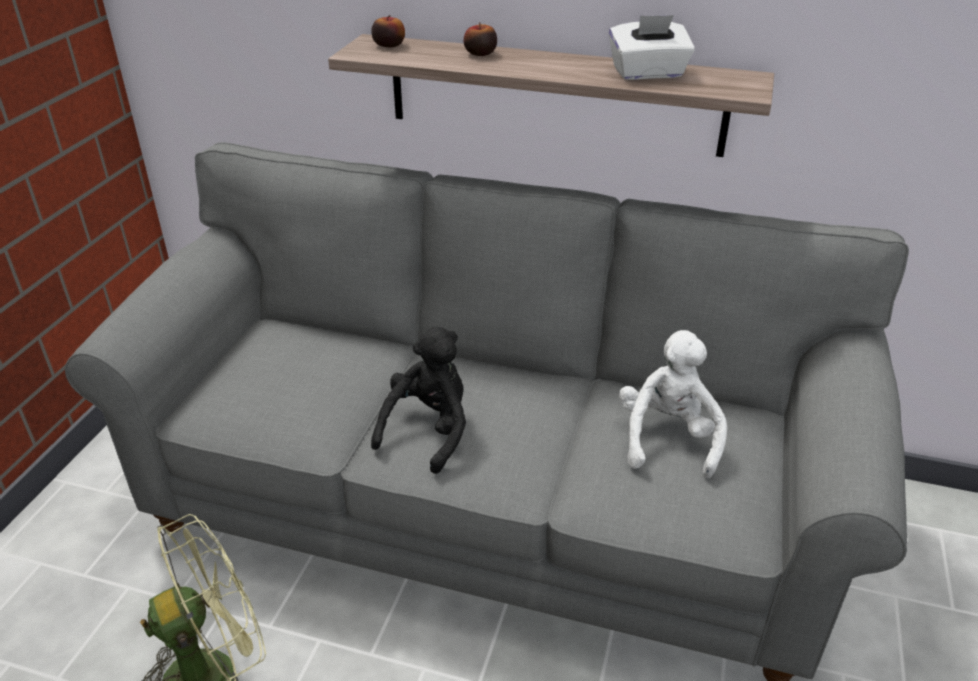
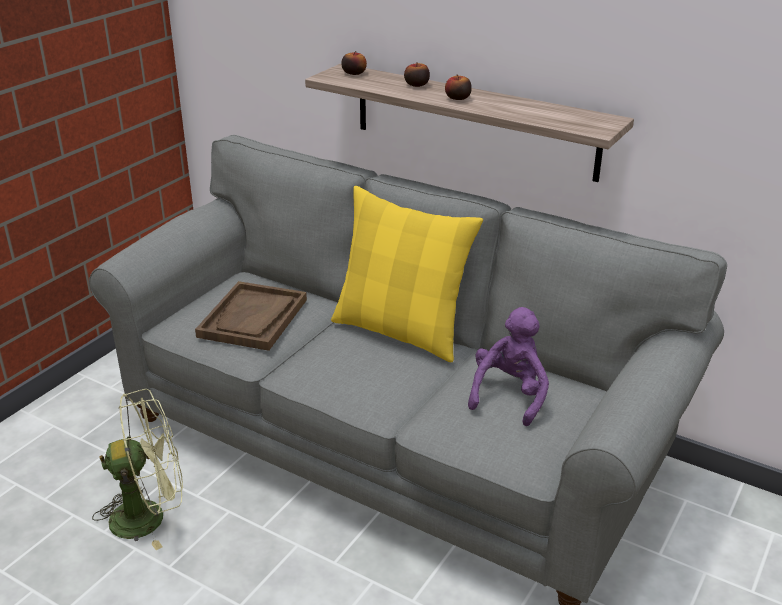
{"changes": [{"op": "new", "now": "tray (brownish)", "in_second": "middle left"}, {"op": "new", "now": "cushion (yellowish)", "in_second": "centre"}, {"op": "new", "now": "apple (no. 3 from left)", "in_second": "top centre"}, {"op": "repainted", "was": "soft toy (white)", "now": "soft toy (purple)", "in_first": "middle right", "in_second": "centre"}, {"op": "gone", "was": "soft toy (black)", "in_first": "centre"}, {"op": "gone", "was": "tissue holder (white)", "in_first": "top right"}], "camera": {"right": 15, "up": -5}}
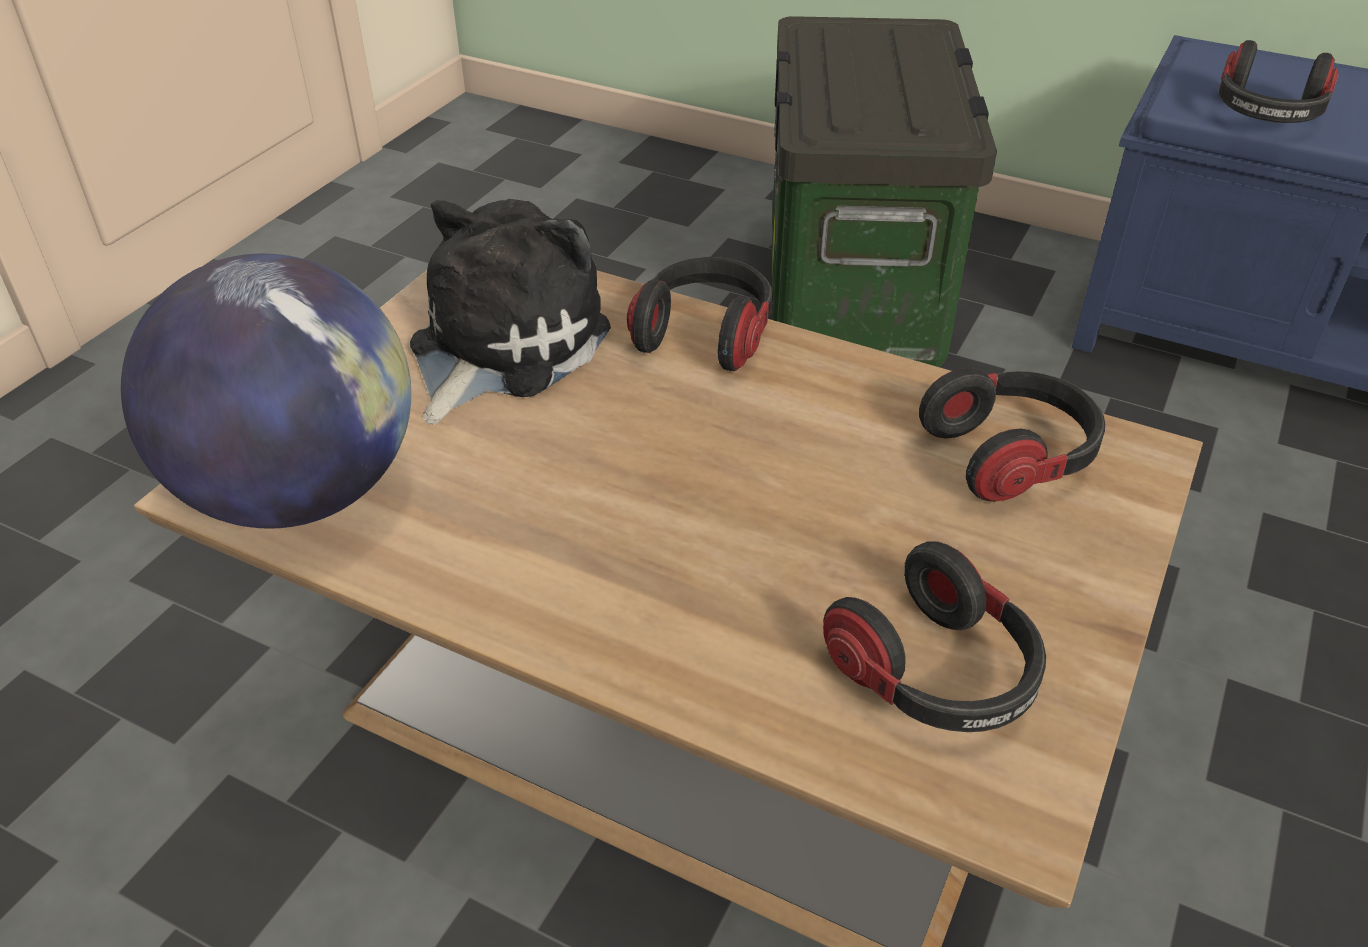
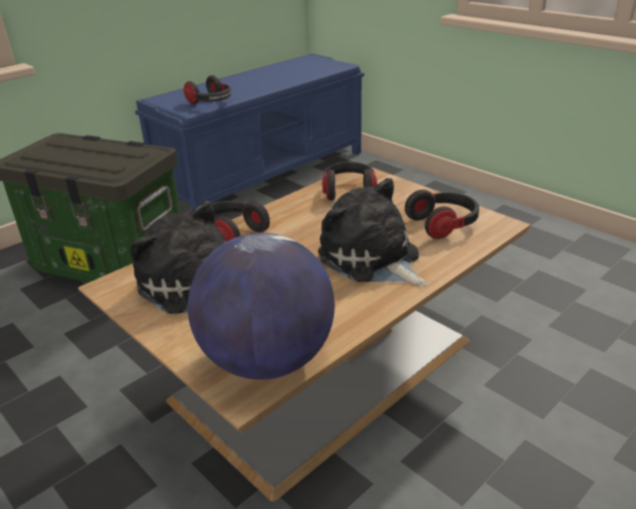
{"changes": [{"op": "new", "now": "soft toy (no. 2 from left)", "in_second": "centre"}], "camera": {"right": -70, "up": -10}}
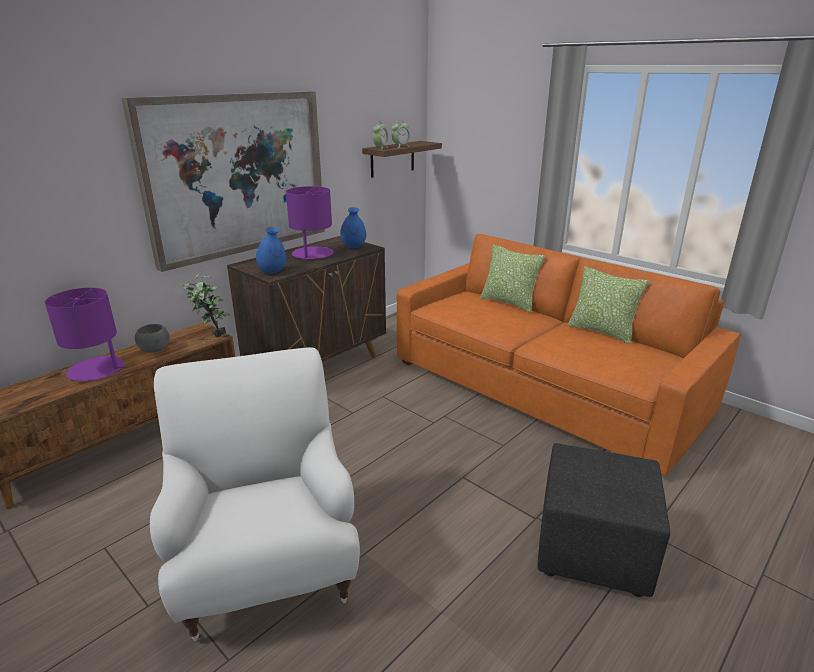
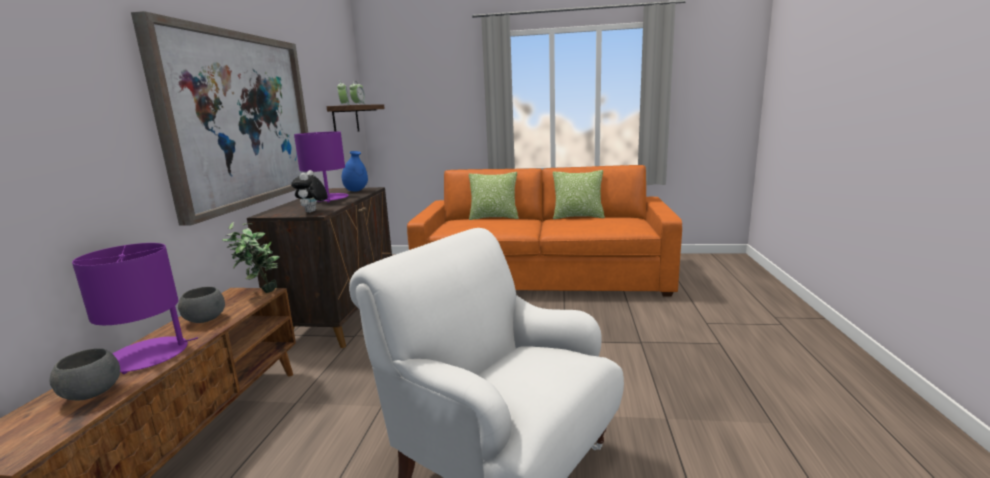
{"changes": [{"op": "new", "now": "serving bowl (greyish) (no. 1 from left)", "in_second": "bottom left"}, {"op": "swapped", "was": "decorative vase (blue) (no. 1 from left)", "now": "soft toy", "in_first": "middle left", "in_second": "middle left"}, {"op": "gone", "was": "ottoman (black)", "in_first": "bottom right"}], "camera": {"right": -35, "up": -10}}
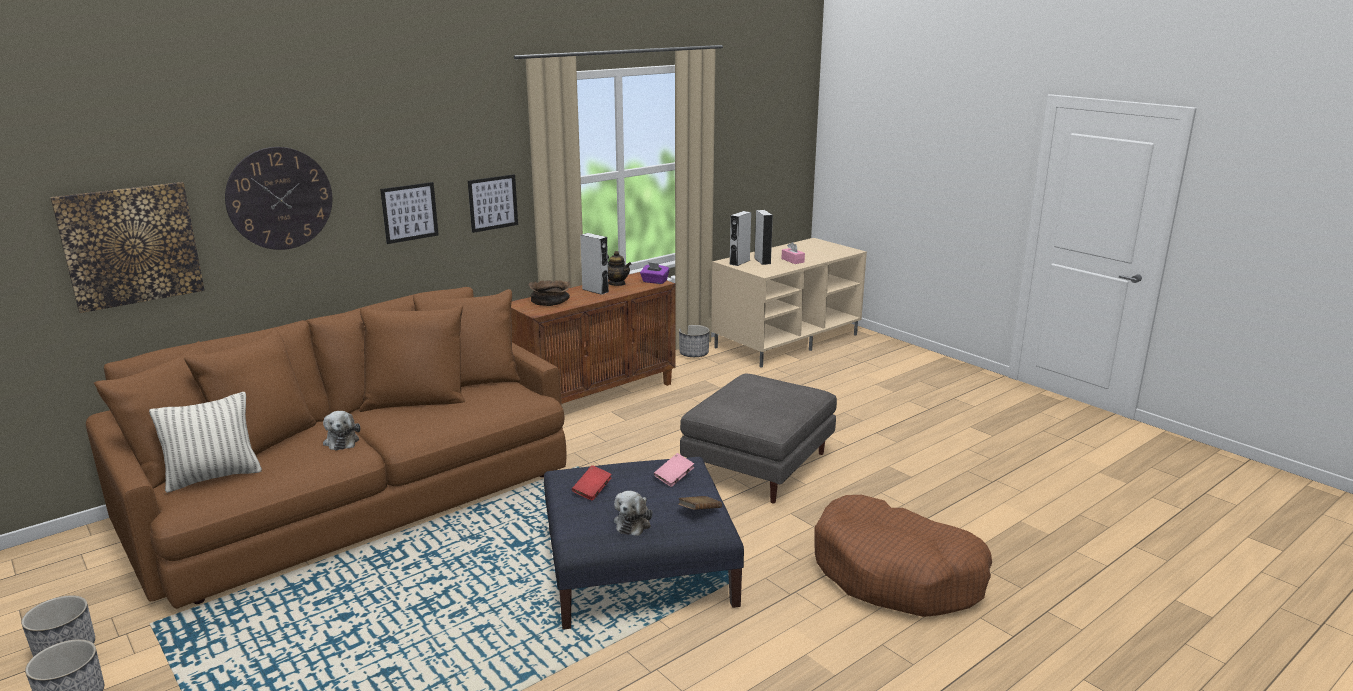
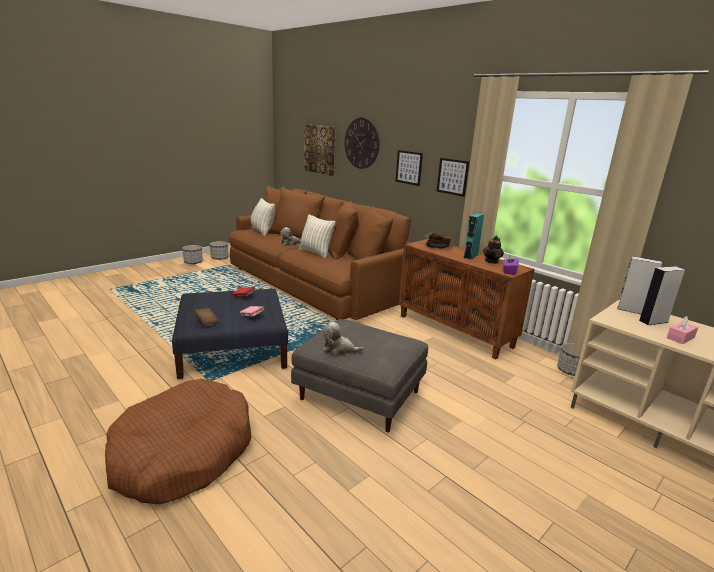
{"changes": [{"op": "new", "now": "cushion (no. 2 from left)", "in_second": "centre"}, {"op": "shifted", "was": "soft toy (no. 2 from left)", "in_first": "bottom centre", "in_second": "centre"}, {"op": "repainted", "was": "speaker (greyish) (no. 1 from left)", "now": "speaker (turquoise-coloured)", "in_first": "centre", "in_second": "centre"}], "camera": {"right": 85, "up": 0}}
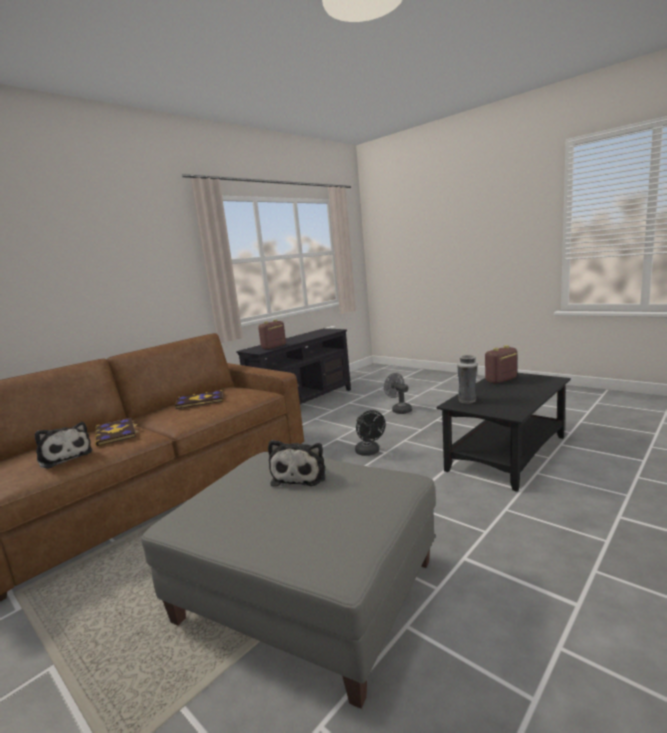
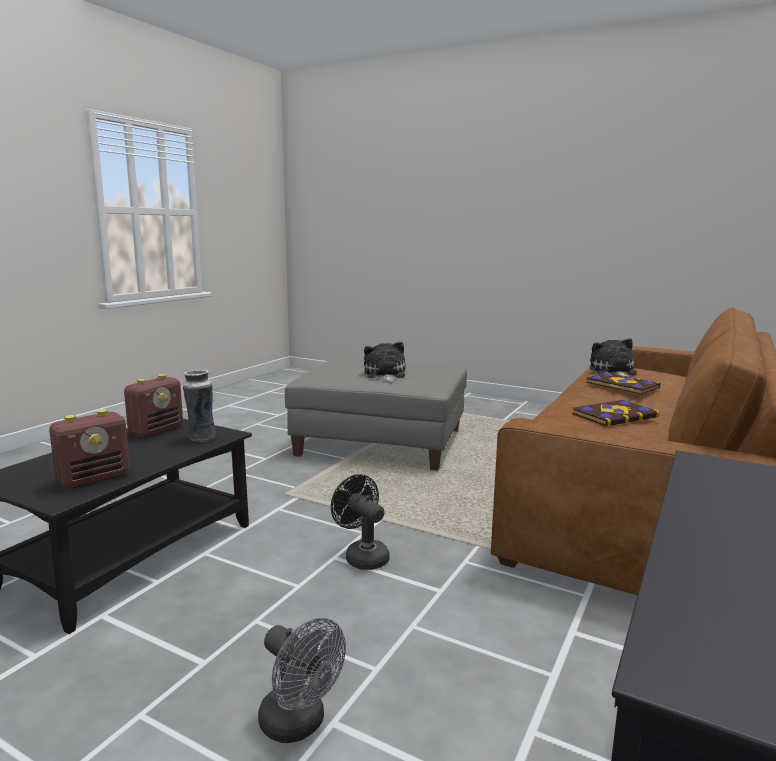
{"changes": [{"op": "shifted", "was": "radio receiver (no. 1 from left in the first image)", "now": "radio receiver (no. 2 from left)", "in_first": "centre", "in_second": "middle left"}, {"op": "rotated", "was": "soft toy (no. 1 from left in the first image)", "in_first": "middle left", "in_second": "middle right", "clockwise": 60}], "camera": {"right": 165, "up": 0}}
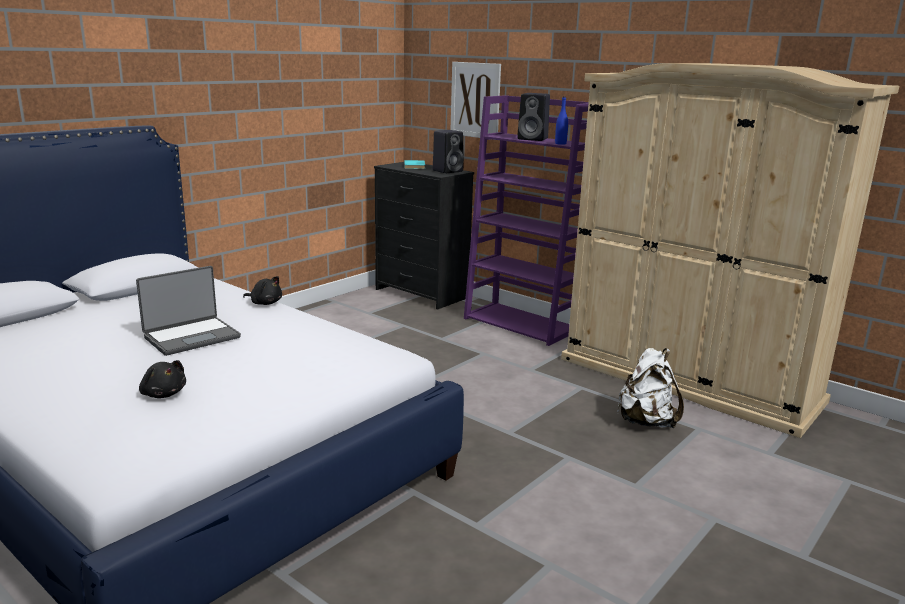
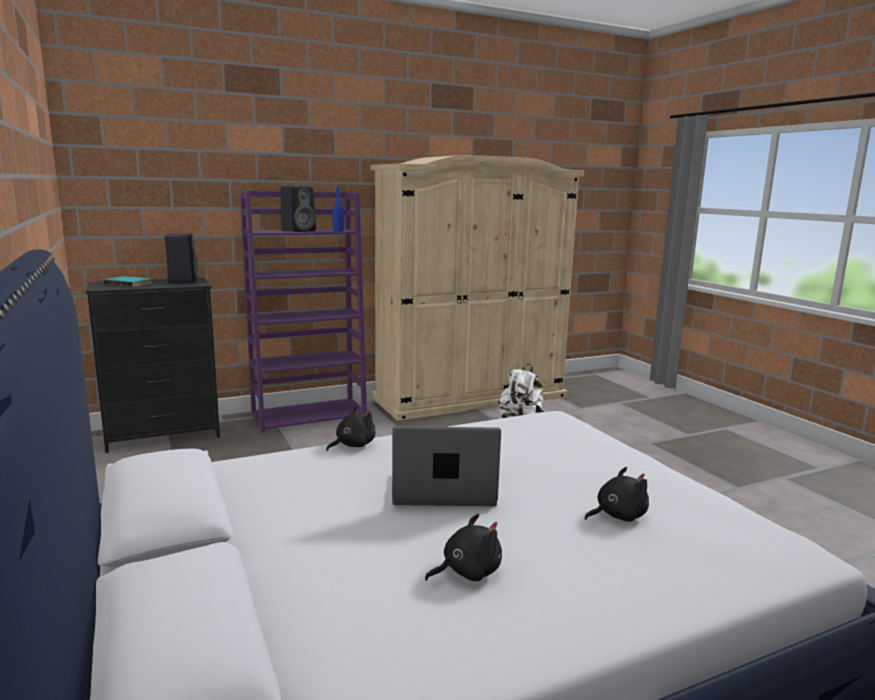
{"changes": [{"op": "rotated", "was": "notebook computer", "in_first": "middle left", "in_second": "centre", "clockwise": -75}, {"op": "new", "now": "soft toy (black) (no. 2 from left)", "in_second": "bottom centre"}, {"op": "gone", "was": "wall picture", "in_first": "top centre"}], "camera": {"right": -65, "up": -5}}
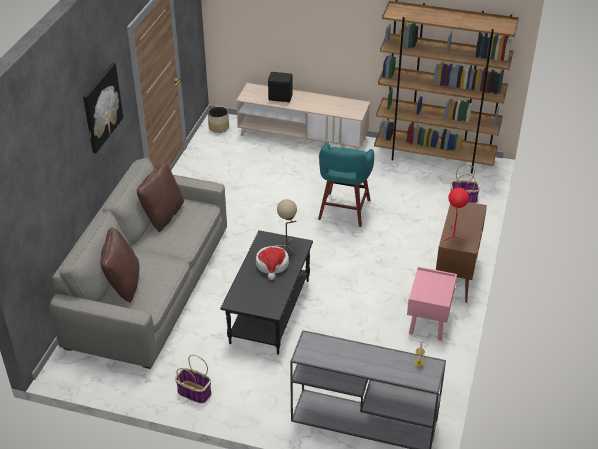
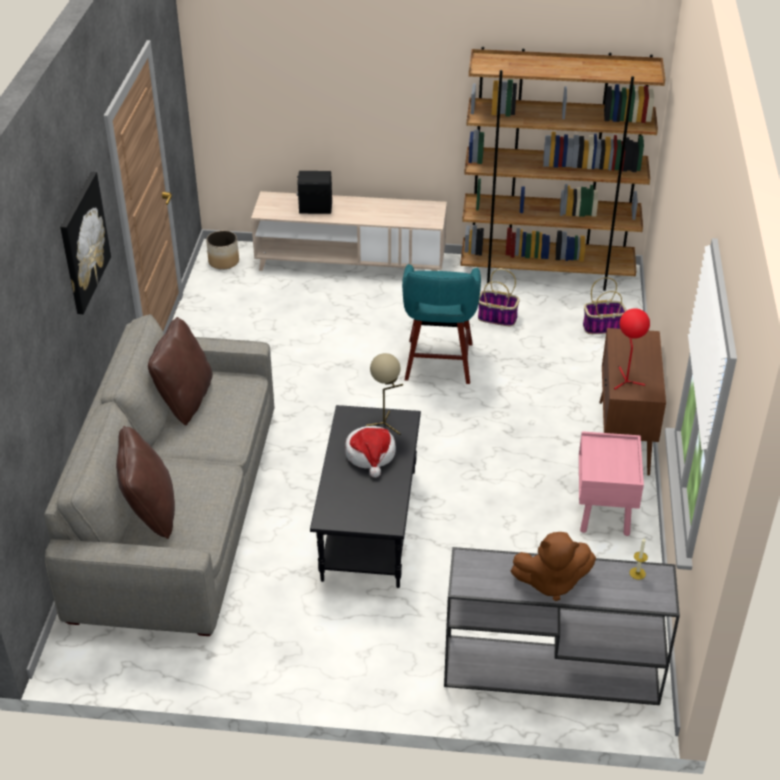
{"changes": [{"op": "shifted", "was": "household basket (no. 1 from left)", "in_first": "bottom left", "in_second": "centre"}, {"op": "new", "now": "soft toy (brownish)", "in_second": "bottom right"}], "camera": {"right": -10, "up": 0}}
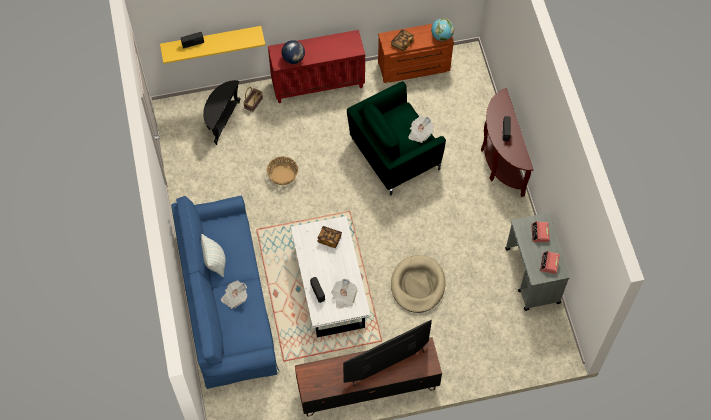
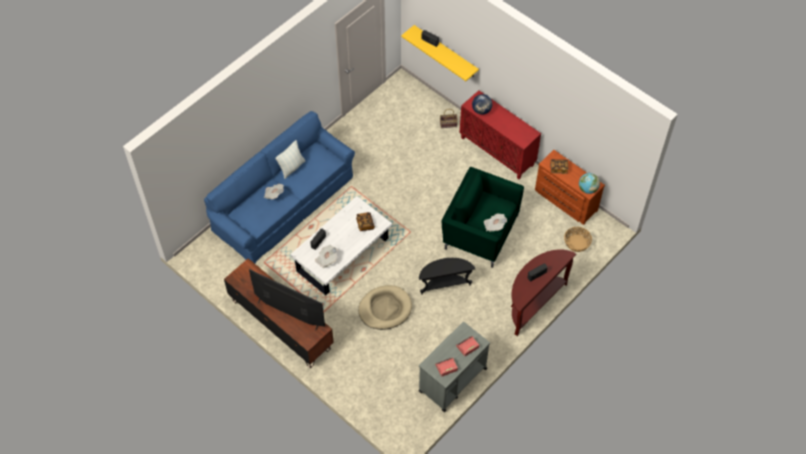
{"changes": [{"op": "shifted", "was": "accent table (black)", "in_first": "top left", "in_second": "centre"}, {"op": "shifted", "was": "household basket (no. 2 from left)", "in_first": "centre", "in_second": "middle right"}], "camera": {"right": 55, "up": -5}}
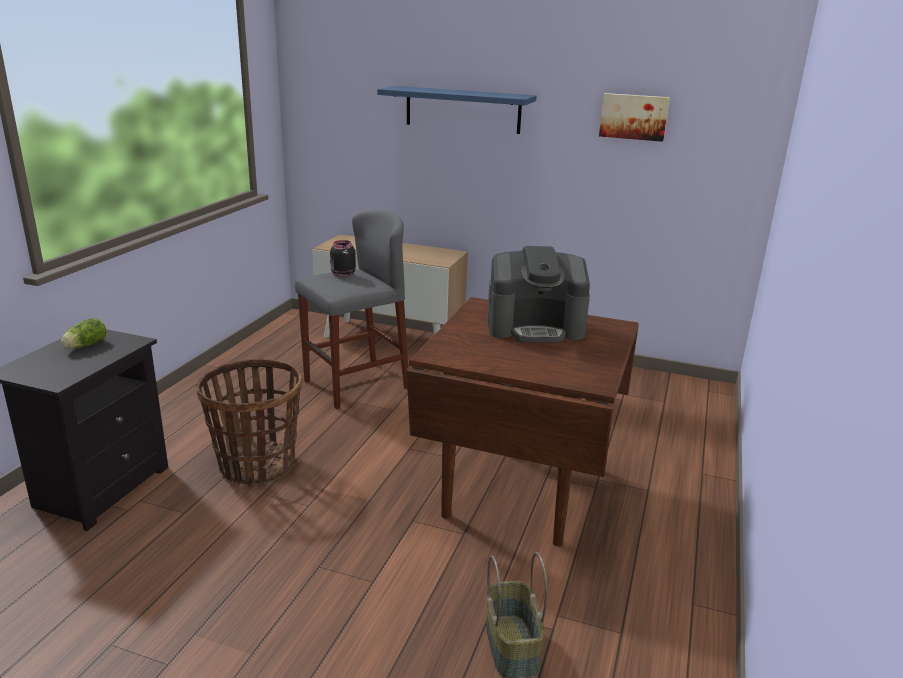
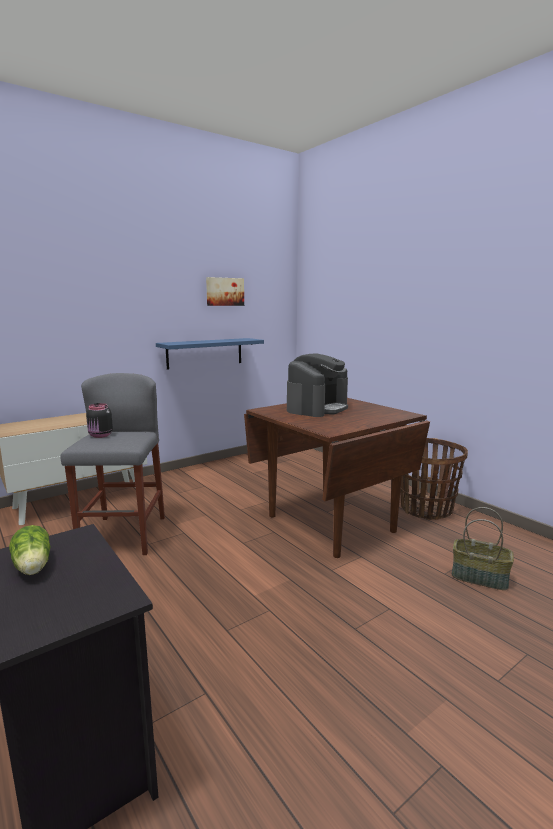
{"changes": [{"op": "shifted", "was": "shelf (blue)", "in_first": "top centre", "in_second": "centre"}, {"op": "shifted", "was": "household basket (no. 1 from left)", "in_first": "middle left", "in_second": "middle right"}], "camera": {"right": -55, "up": -10}}
